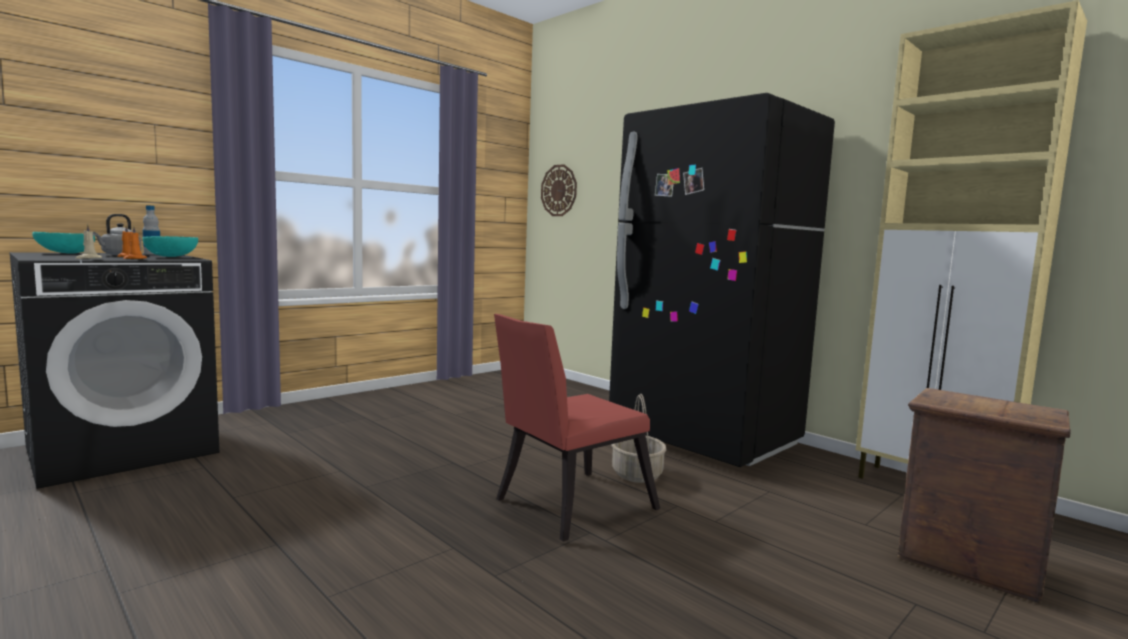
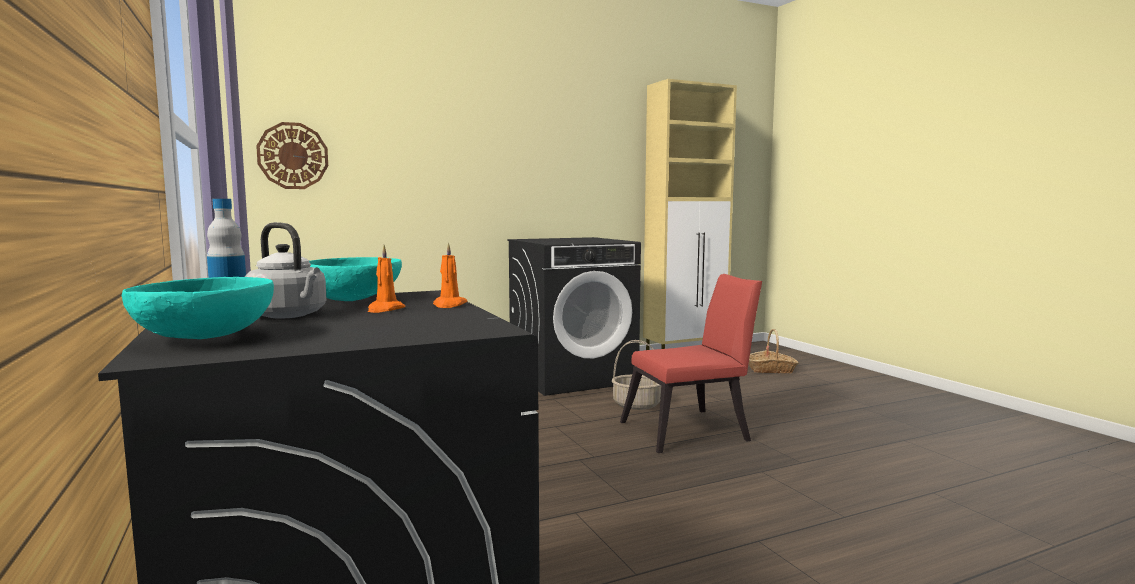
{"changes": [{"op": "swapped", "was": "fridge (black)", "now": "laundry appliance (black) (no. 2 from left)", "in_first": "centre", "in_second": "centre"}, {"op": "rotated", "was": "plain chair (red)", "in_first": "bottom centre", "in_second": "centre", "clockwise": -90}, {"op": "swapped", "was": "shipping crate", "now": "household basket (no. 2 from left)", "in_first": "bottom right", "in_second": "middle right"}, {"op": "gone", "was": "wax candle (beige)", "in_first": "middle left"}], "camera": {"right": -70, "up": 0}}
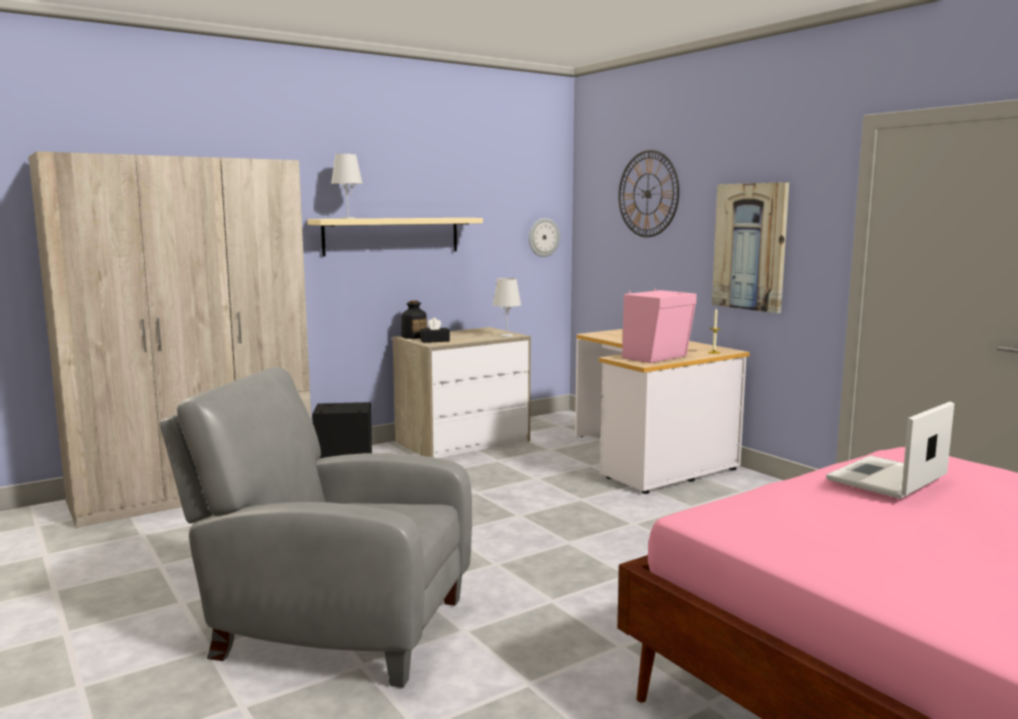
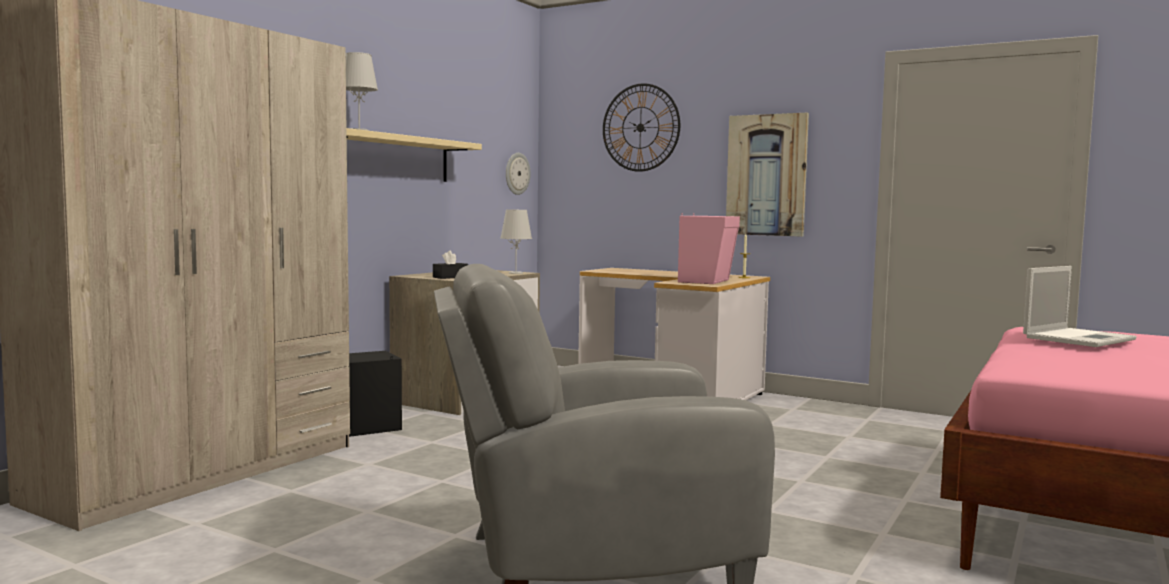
{"changes": [{"op": "rotated", "was": "notebook computer", "in_first": "middle right", "in_second": "middle right", "clockwise": -150}, {"op": "gone", "was": "drink bottle", "in_first": "centre"}], "camera": {"right": -25, "up": -5}}
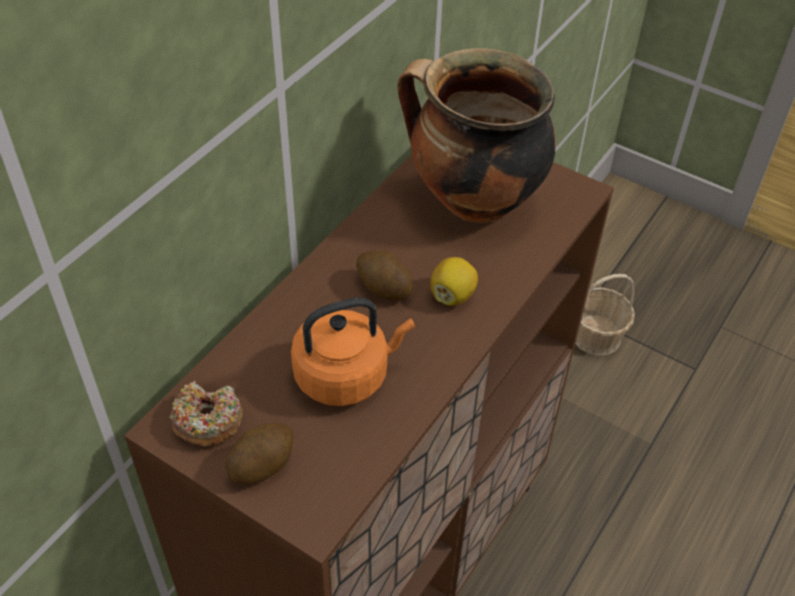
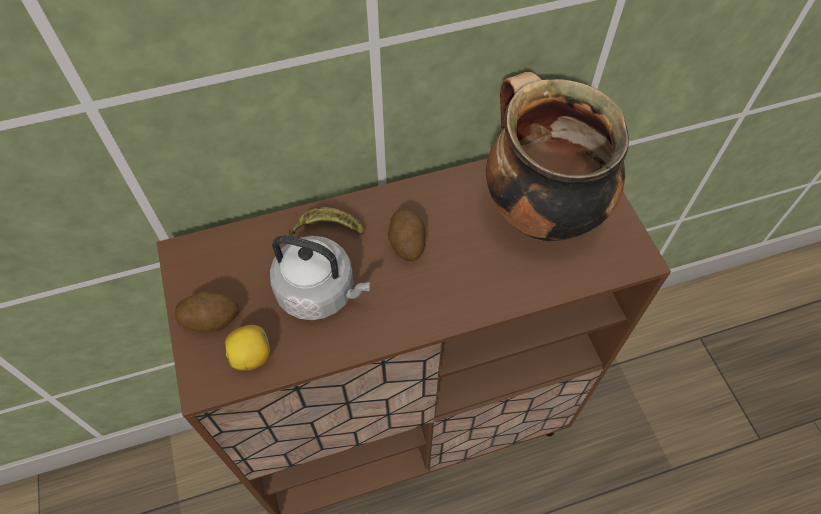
{"changes": [{"op": "shifted", "was": "whole lemon", "in_first": "centre", "in_second": "bottom left"}, {"op": "repainted", "was": "tea kettle (orangey)", "now": "tea kettle (greyish)", "in_first": "centre", "in_second": "centre"}, {"op": "new", "now": "whole banana", "in_second": "centre"}, {"op": "gone", "was": "ring doughnut", "in_first": "bottom left"}, {"op": "gone", "was": "household basket", "in_first": "middle right"}], "camera": {"right": 40, "up": 10}}
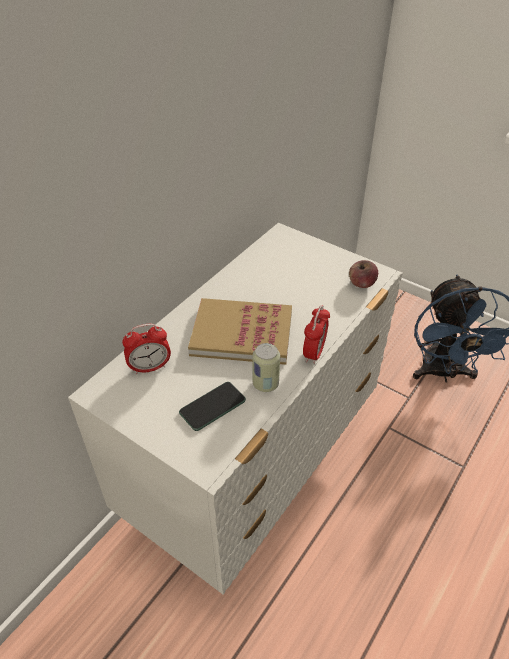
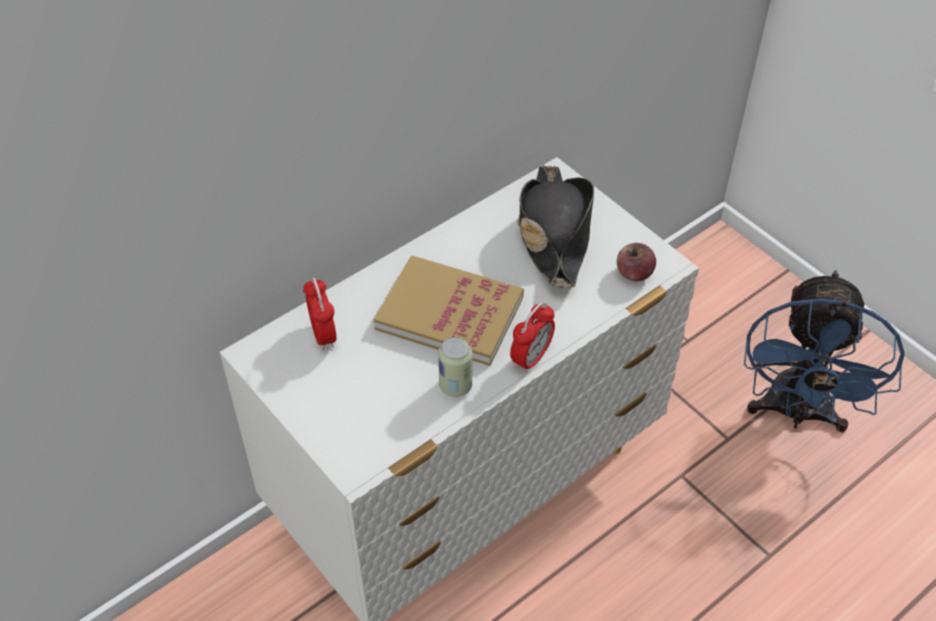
{"changes": [{"op": "rotated", "was": "alarm clock (no. 1 from left)", "in_first": "middle left", "in_second": "centre", "clockwise": -105}, {"op": "new", "now": "clothing hat (black)", "in_second": "centre"}, {"op": "gone", "was": "phone", "in_first": "centre"}], "camera": {"right": 15, "up": 5}}
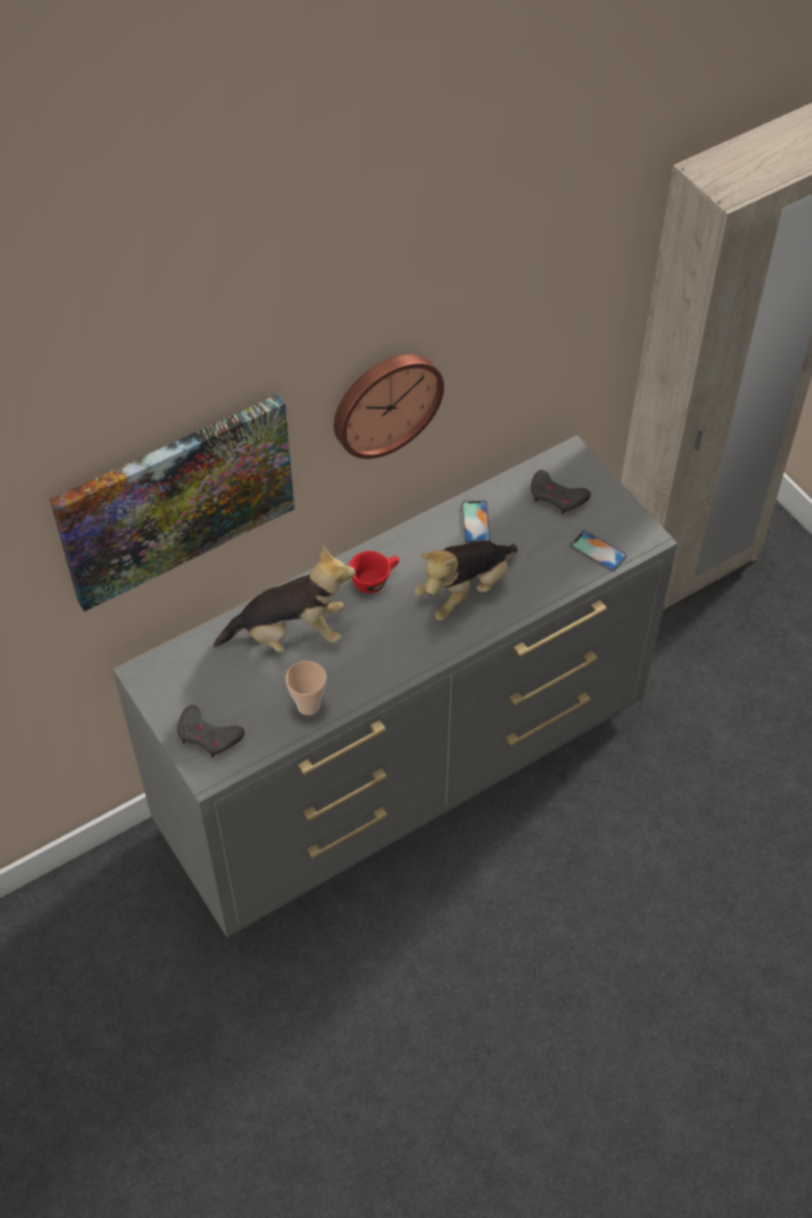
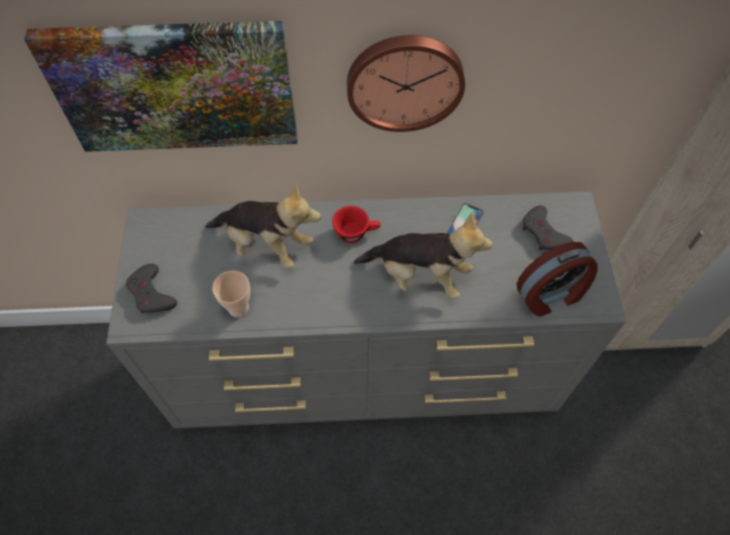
{"changes": [{"op": "rotated", "was": "soft toy (no. 2 from left)", "in_first": "centre", "in_second": "centre", "clockwise": -150}, {"op": "swapped", "was": "phone (no. 2 from left)", "now": "alarm clock", "in_first": "middle right", "in_second": "middle right"}], "camera": {"right": 30, "up": 5}}
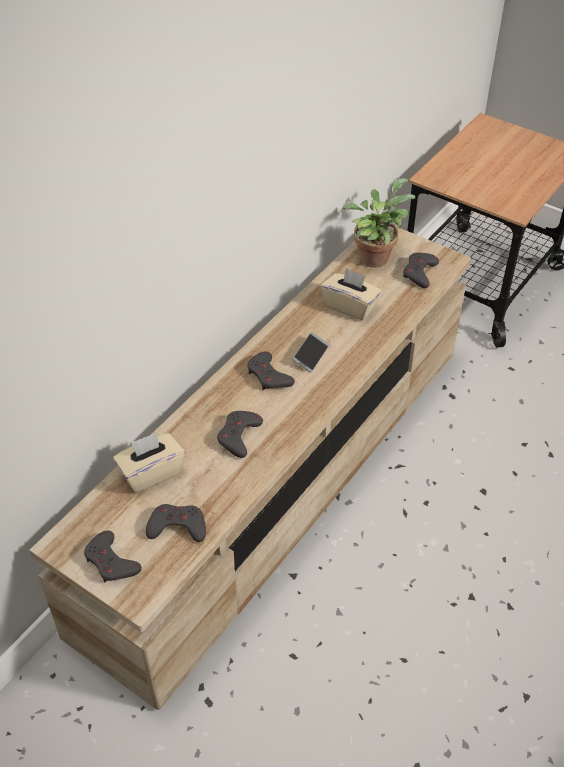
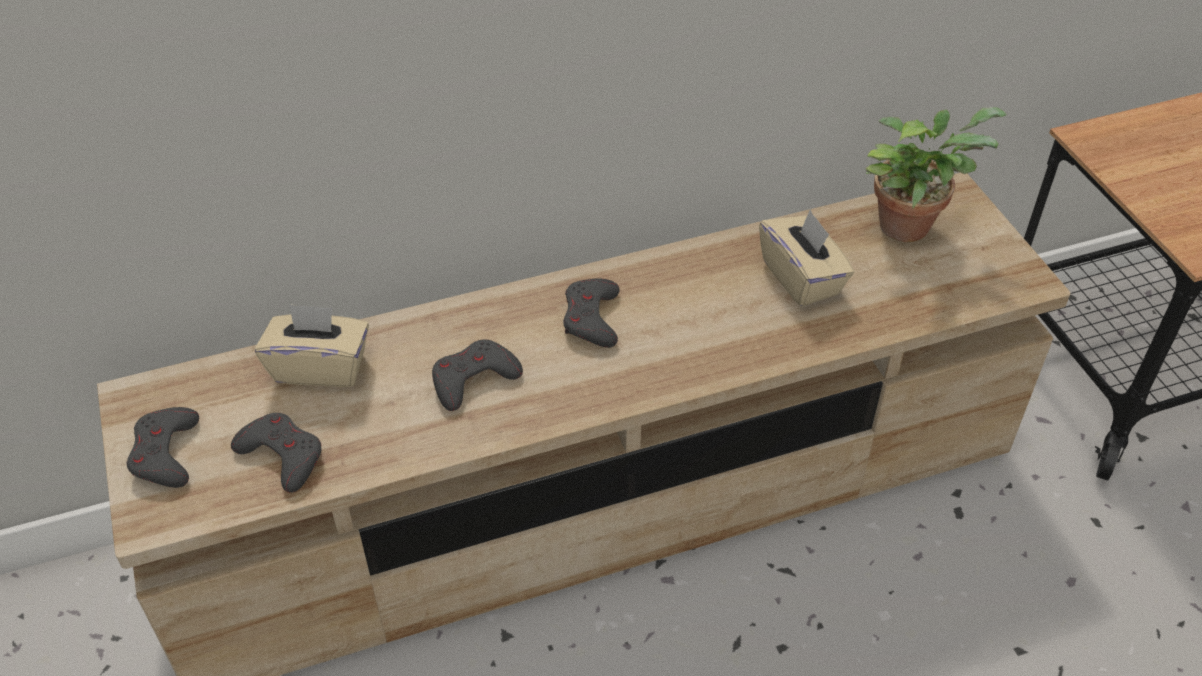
{"changes": [{"op": "gone", "was": "phone", "in_first": "centre"}, {"op": "gone", "was": "game controller (greyish) (no. 5 from left)", "in_first": "middle right"}], "camera": {"right": 35, "up": 0}}
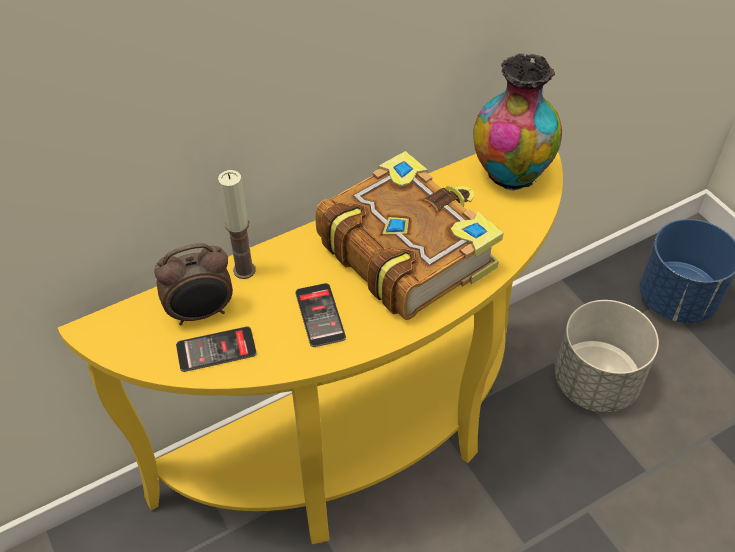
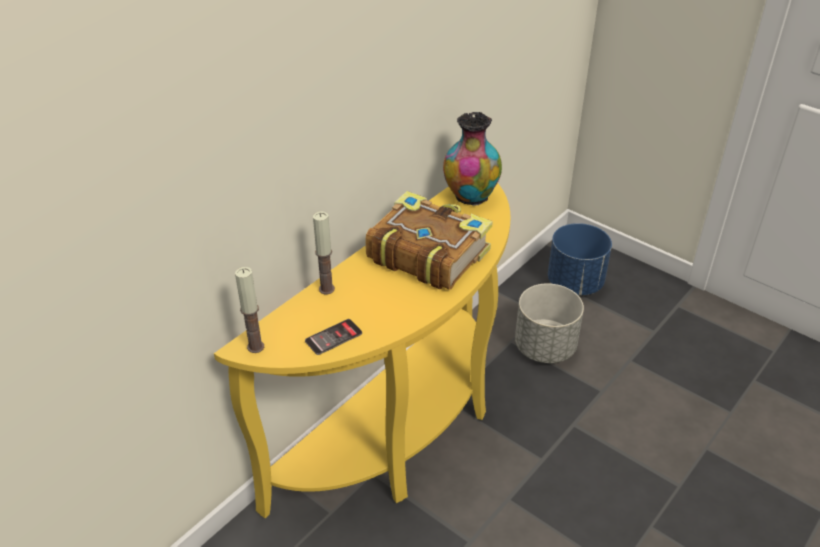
{"changes": [{"op": "new", "now": "wax candle (no. 1 from left)", "in_second": "middle left"}, {"op": "gone", "was": "alarm clock", "in_first": "middle left"}, {"op": "gone", "was": "phone (no. 2 from left)", "in_first": "centre"}], "camera": {"right": -20, "up": -10}}
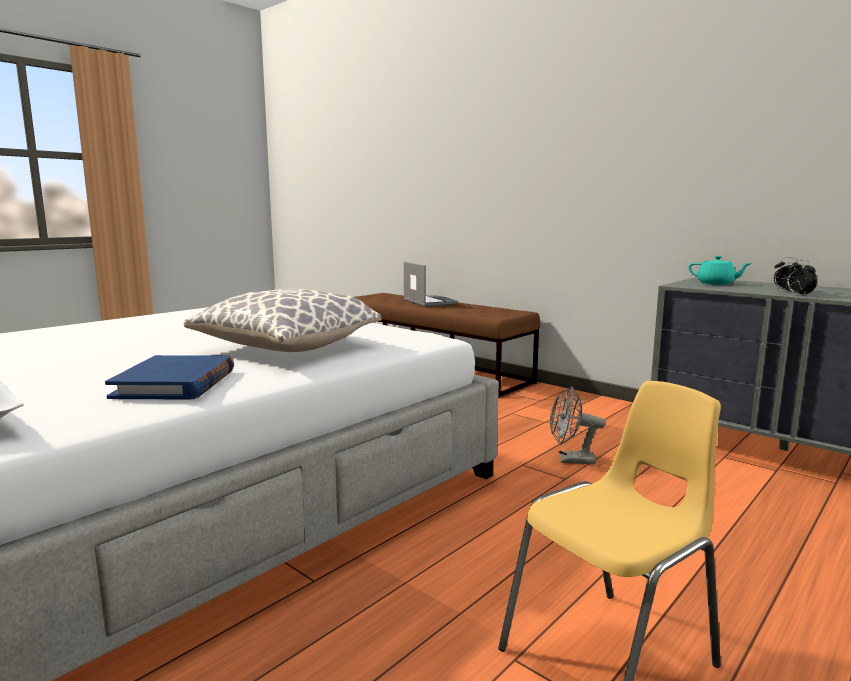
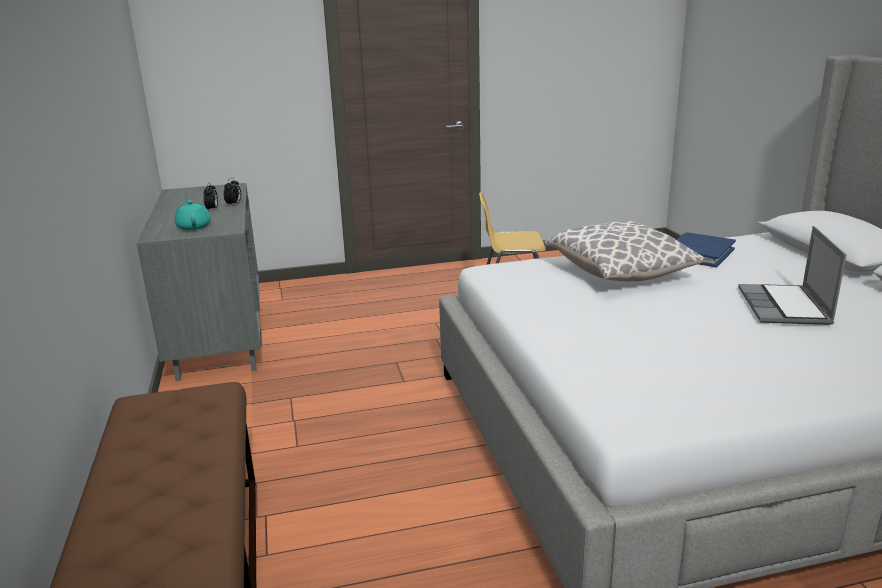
{"changes": [{"op": "shifted", "was": "notebook computer", "in_first": "centre", "in_second": "middle right"}, {"op": "gone", "was": "cooling fan (greyish)", "in_first": "middle right"}], "camera": {"right": -145, "up": 10}}
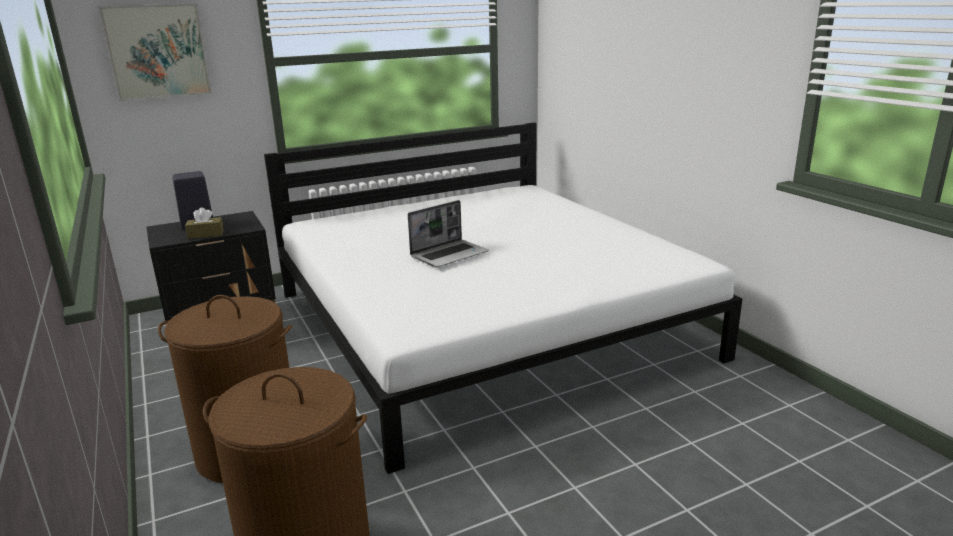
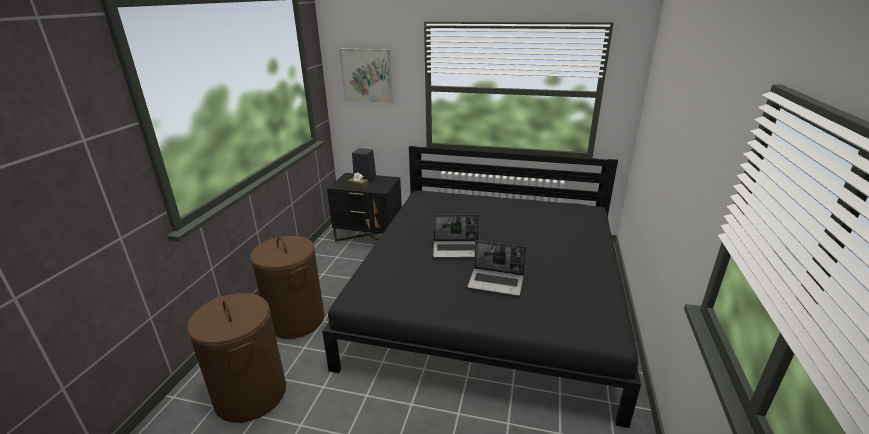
{"changes": [{"op": "repainted", "was": "sleeping bed (white)", "now": "sleeping bed (black)", "in_first": "centre", "in_second": "centre"}, {"op": "new", "now": "notebook computer (no. 2 from left)", "in_second": "centre"}], "camera": {"right": 40, "up": 5}}
